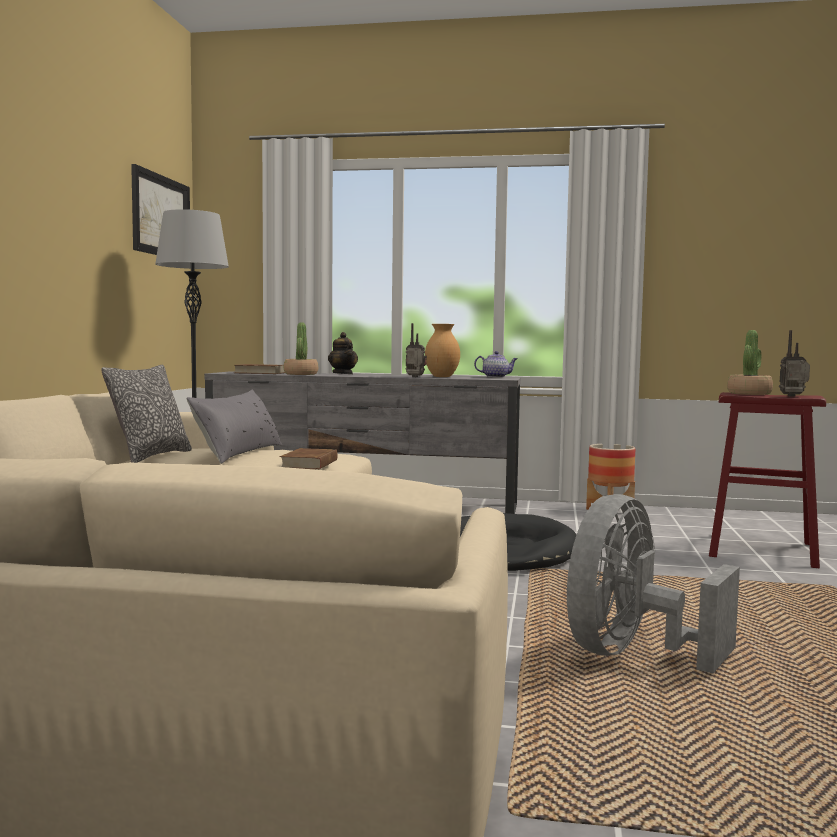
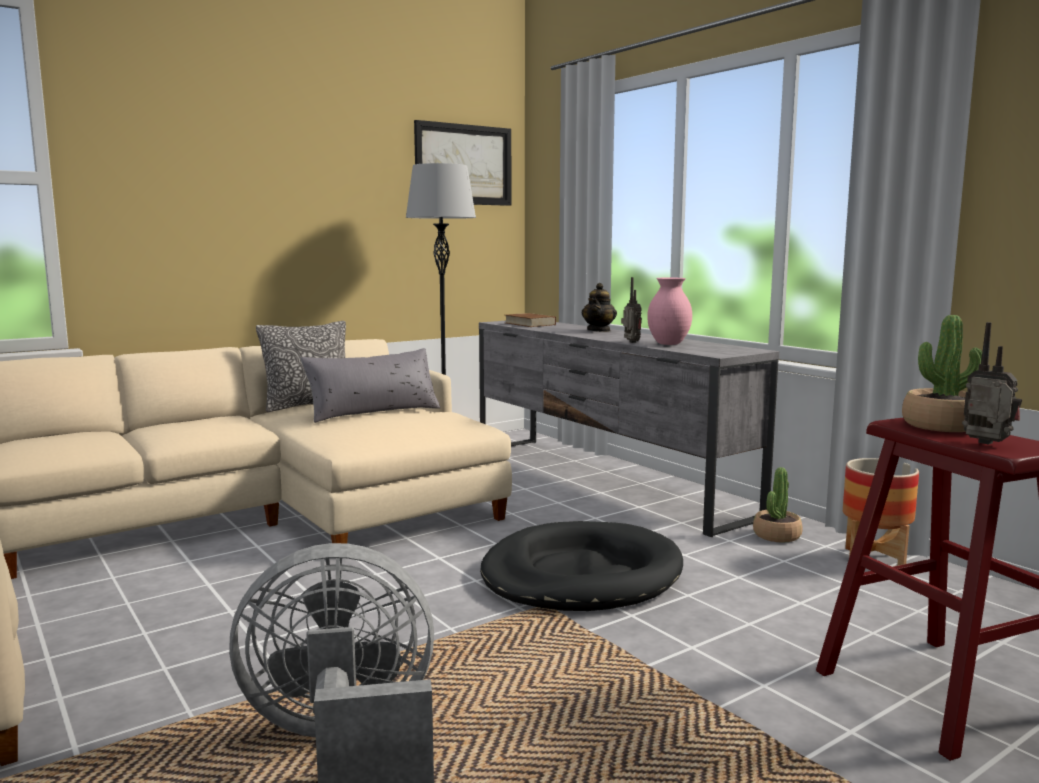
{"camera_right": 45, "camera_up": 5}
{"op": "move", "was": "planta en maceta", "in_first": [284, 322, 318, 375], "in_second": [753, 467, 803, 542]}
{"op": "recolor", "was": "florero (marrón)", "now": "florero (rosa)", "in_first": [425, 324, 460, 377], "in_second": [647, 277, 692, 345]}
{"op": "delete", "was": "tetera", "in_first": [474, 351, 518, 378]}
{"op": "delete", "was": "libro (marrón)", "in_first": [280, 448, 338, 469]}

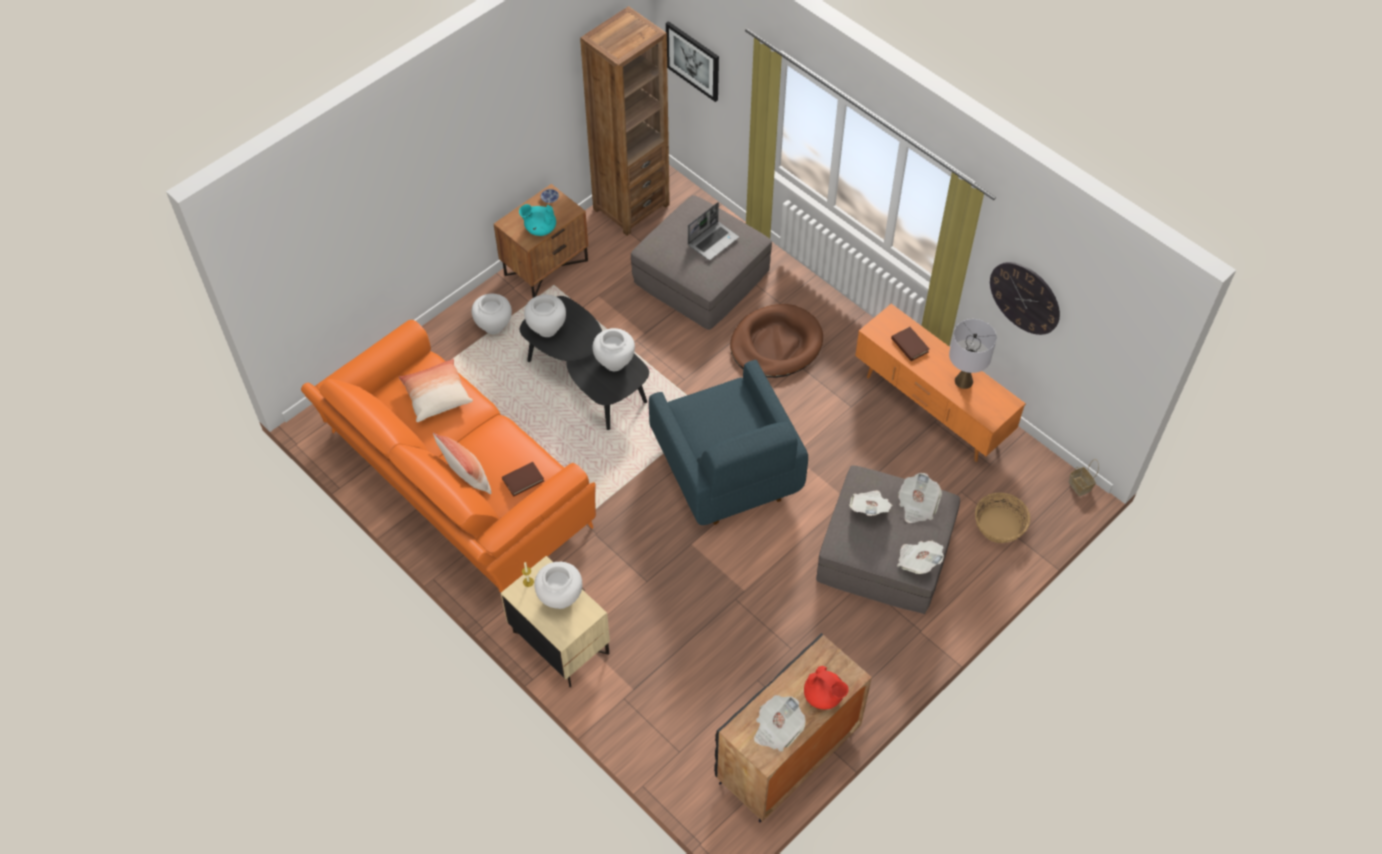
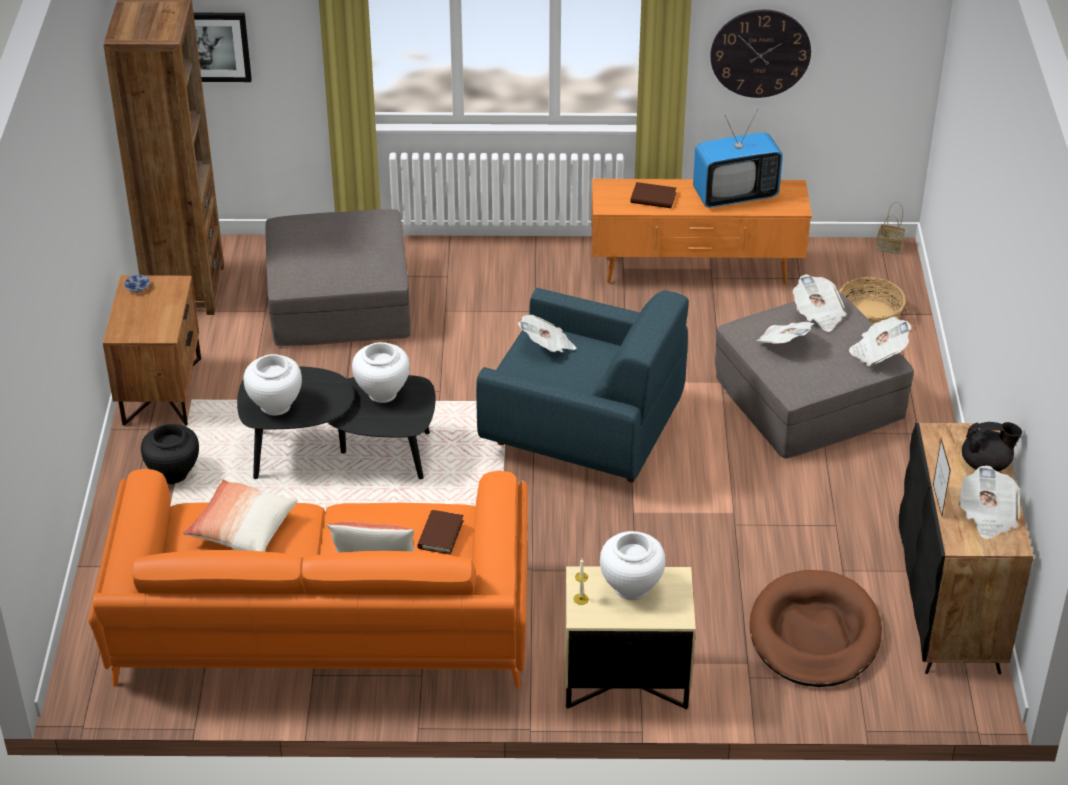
{"camera_right": -45, "camera_up": -15}
{"op": "delete", "was": "portátil", "in_first": [688, 202, 739, 260]}
{"op": "delete", "was": "tetera (turquesa)", "in_first": [519, 204, 556, 236]}
{"op": "recolor", "was": "florero (blanco)", "now": "florero (negro)", "in_first": [471, 294, 512, 334], "in_second": [141, 424, 199, 484]}
{"op": "move", "was": "cama para perro (marrón)", "in_first": [730, 304, 823, 378], "in_second": [750, 570, 882, 687]}
{"op": "replace", "was": "lámpara de mesa (gris)", "now": "televisor", "in_first": [949, 319, 997, 389], "in_second": [693, 110, 783, 208]}
{"op": "recolor", "was": "tetera (rojo)", "now": "tetera (negro)", "in_first": [804, 666, 848, 709], "in_second": [962, 422, 1022, 472]}
{"op": "insert", "now": "periódico", "in_second": [518, 315, 577, 352]}
{"op": "insert", "now": "portarretratos", "in_second": [933, 438, 951, 516]}

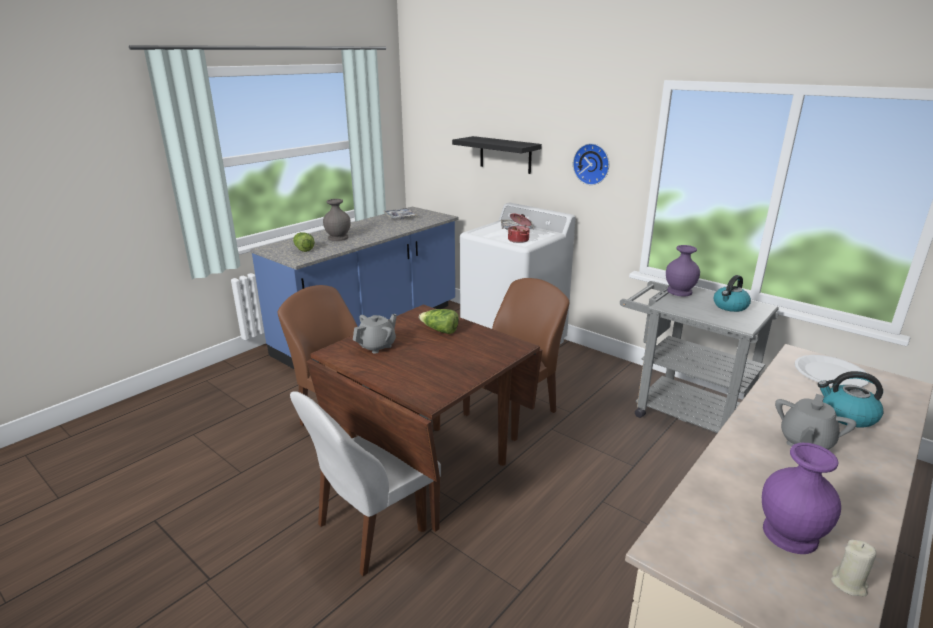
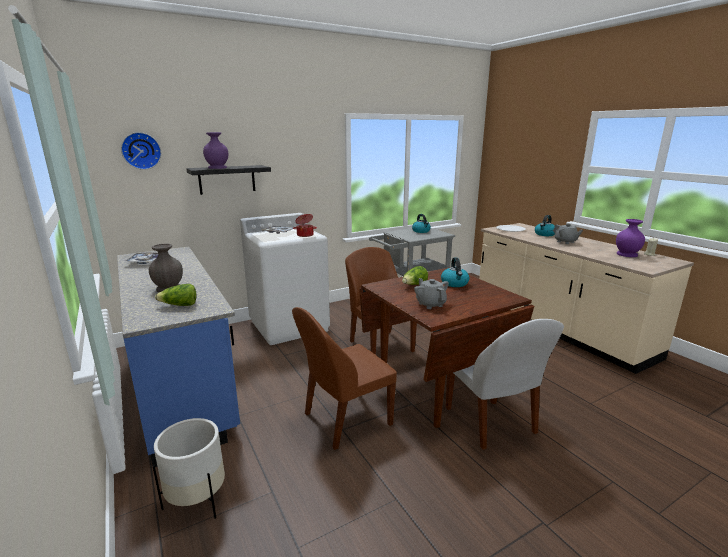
{"camera_right": -70, "camera_up": -5}
{"op": "move", "was": "reloj de pared", "in_first": [573, 143, 609, 185], "in_second": [121, 132, 161, 170]}
{"op": "move", "was": "florero (morado)", "in_first": [666, 245, 700, 296], "in_second": [203, 132, 228, 169]}
{"op": "insert", "now": "hervidor", "in_second": [441, 258, 469, 287]}
{"op": "insert", "now": "maceta (blanco)", "in_second": [153, 418, 225, 519]}

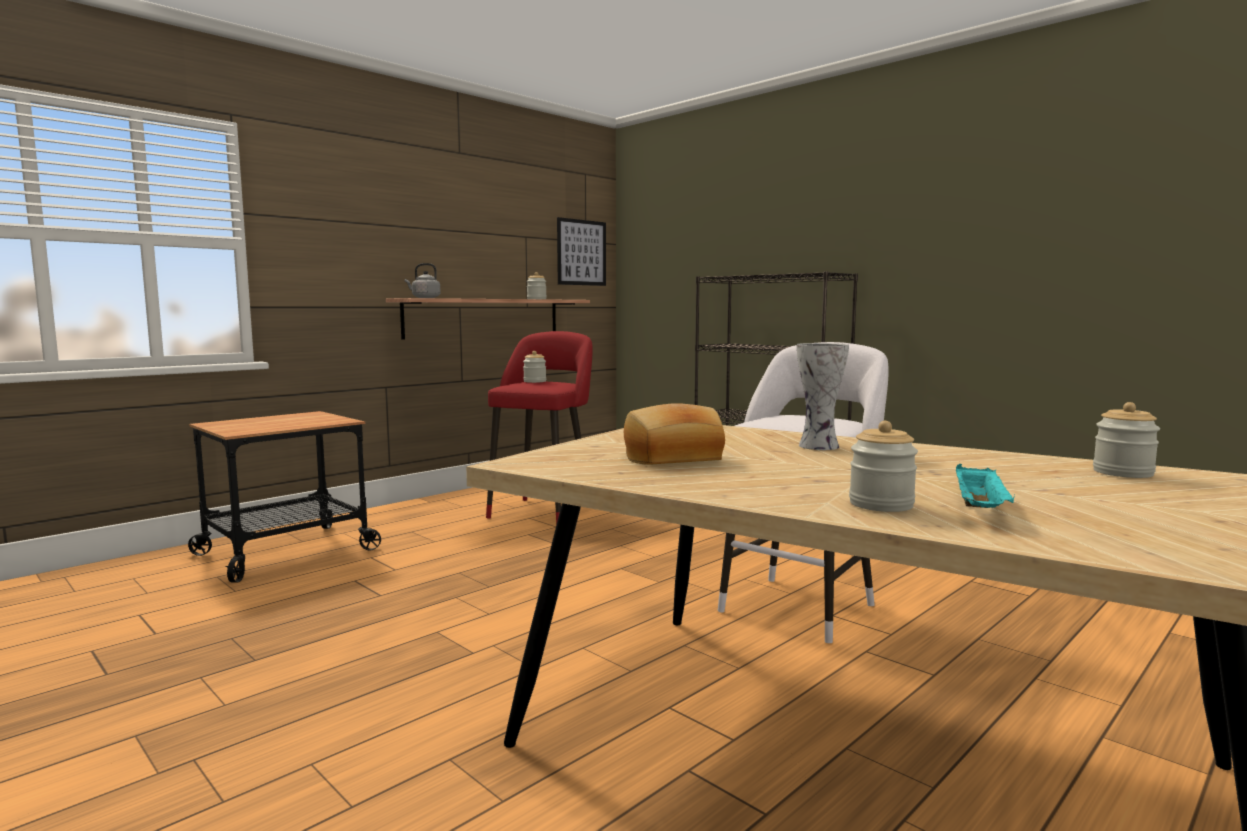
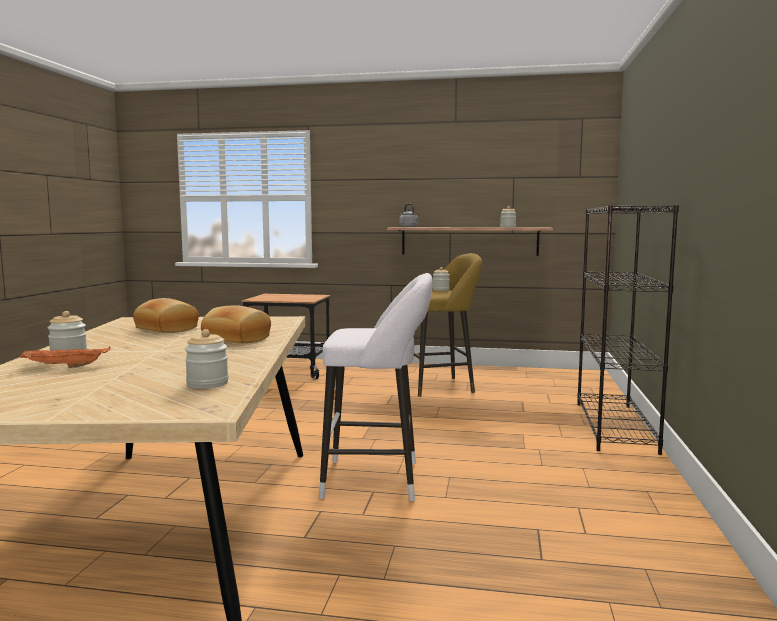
{"camera_right": 55, "camera_up": 0}
{"op": "delete", "was": "cuadro", "in_first": [557, 217, 606, 286]}
{"op": "recolor", "was": "taburete (rojo)", "now": "taburete (amarillo)", "in_first": [486, 331, 593, 525], "in_second": [414, 253, 482, 397]}
{"op": "replace", "was": "florero", "now": "pan", "in_first": [797, 343, 849, 450], "in_second": [201, 305, 271, 343]}
{"op": "recolor", "was": "bandeja (turquesa)", "now": "bandeja (naranja)", "in_first": [956, 464, 1015, 508], "in_second": [20, 346, 111, 368]}

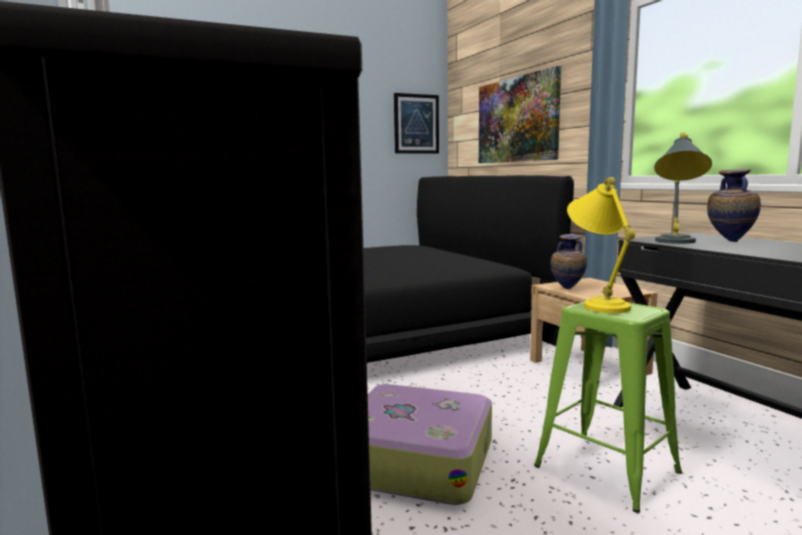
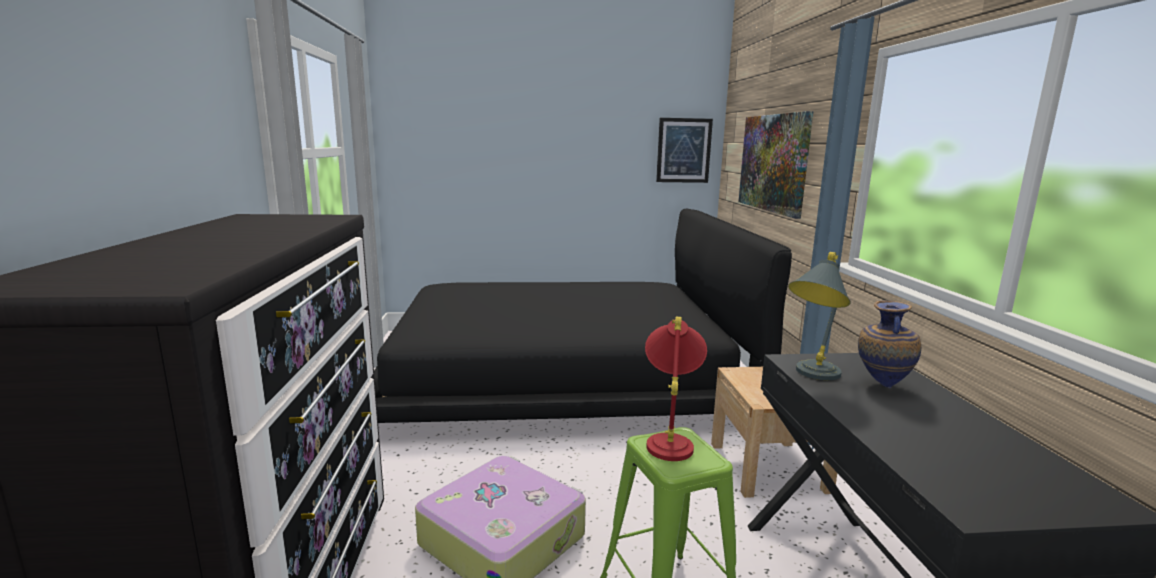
{"camera_right": 20, "camera_up": 5}
{"op": "recolor", "was": "lámpara de mesa (amarillo)", "now": "lámpara de mesa (rojo)", "in_first": [567, 177, 635, 313], "in_second": [645, 317, 707, 461]}
{"op": "delete", "was": "florero", "in_first": [551, 234, 587, 289]}

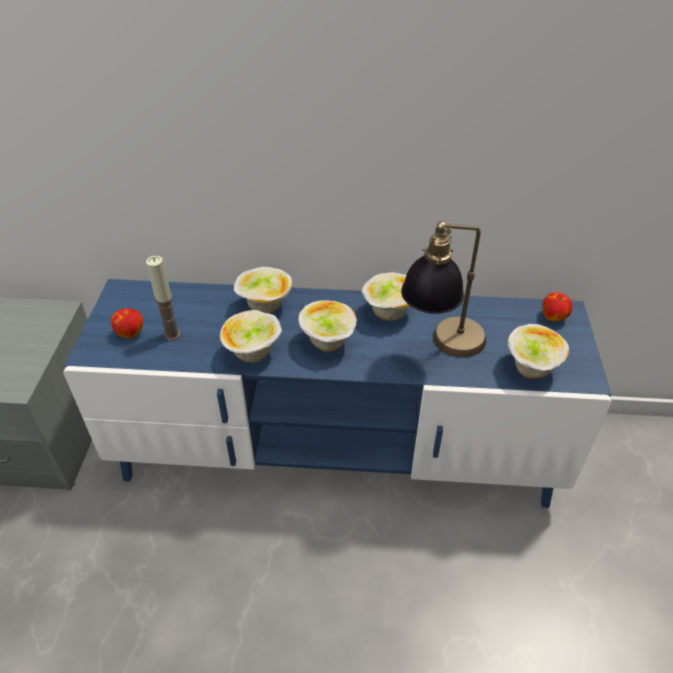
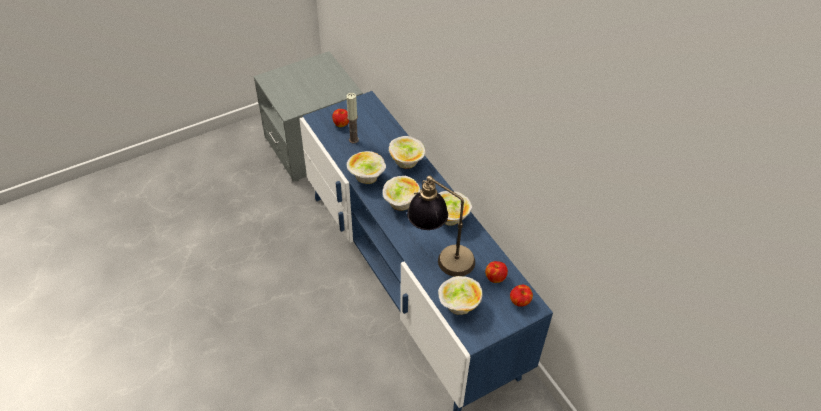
{"camera_right": 55, "camera_up": 5}
{"op": "insert", "now": "manzana", "in_second": [485, 261, 508, 283]}

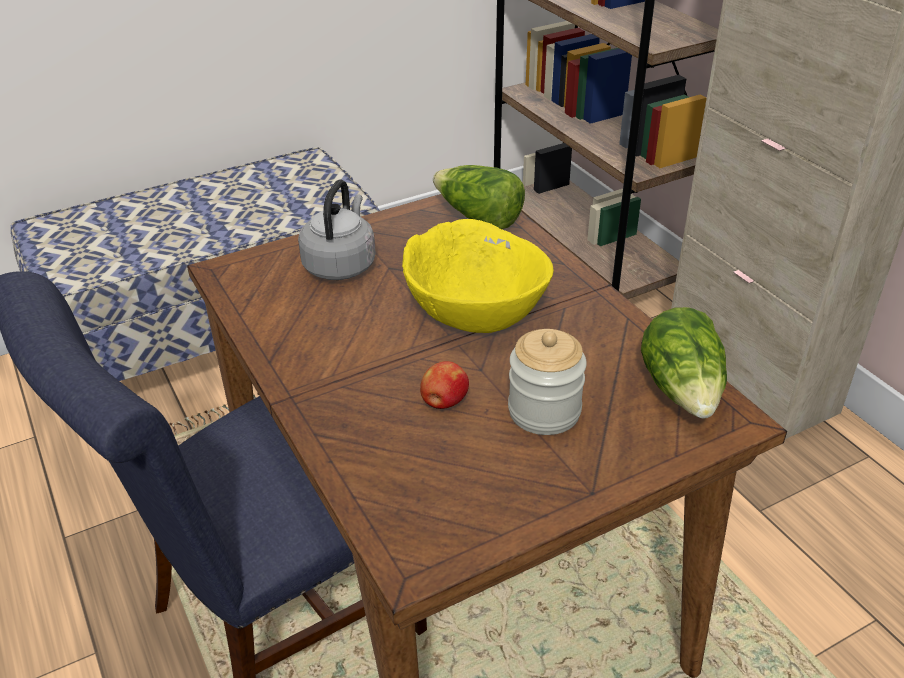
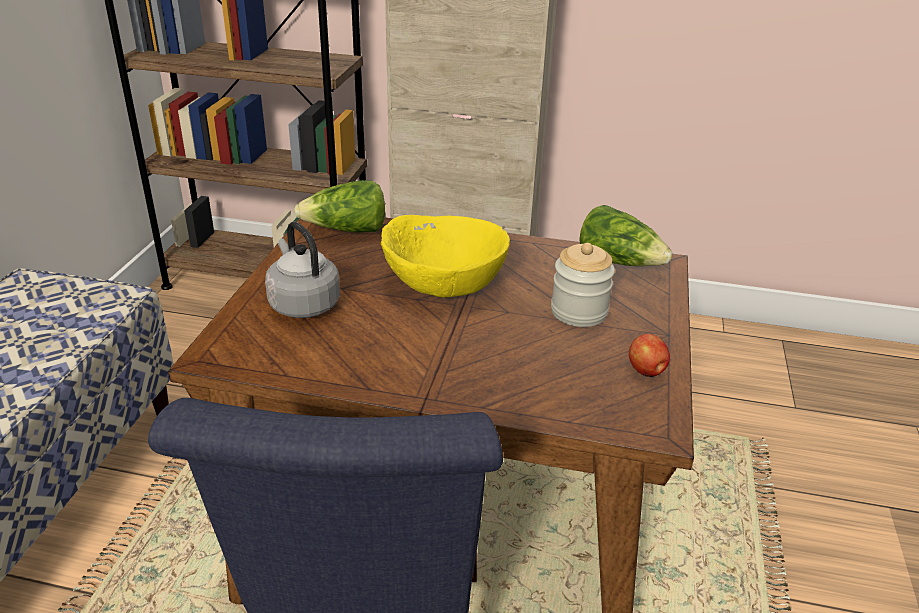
{"camera_right": -50, "camera_up": -5}
{"op": "move", "was": "manzana", "in_first": [420, 361, 469, 409], "in_second": [629, 334, 670, 377]}

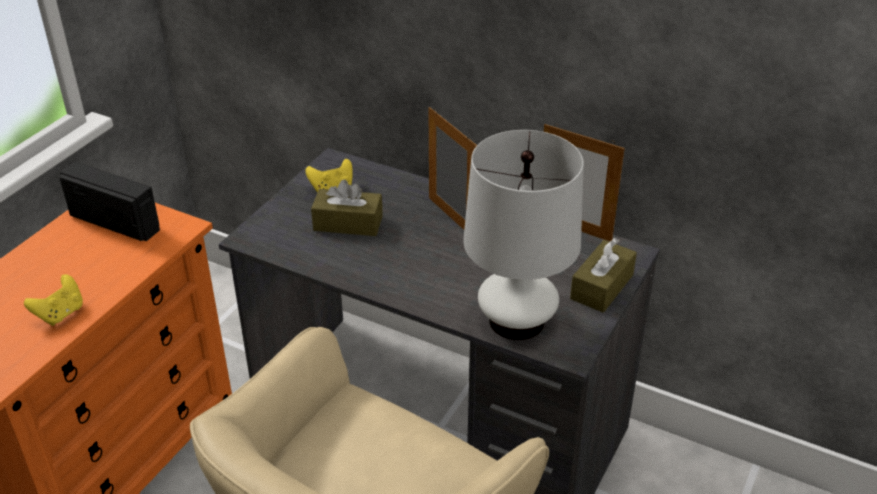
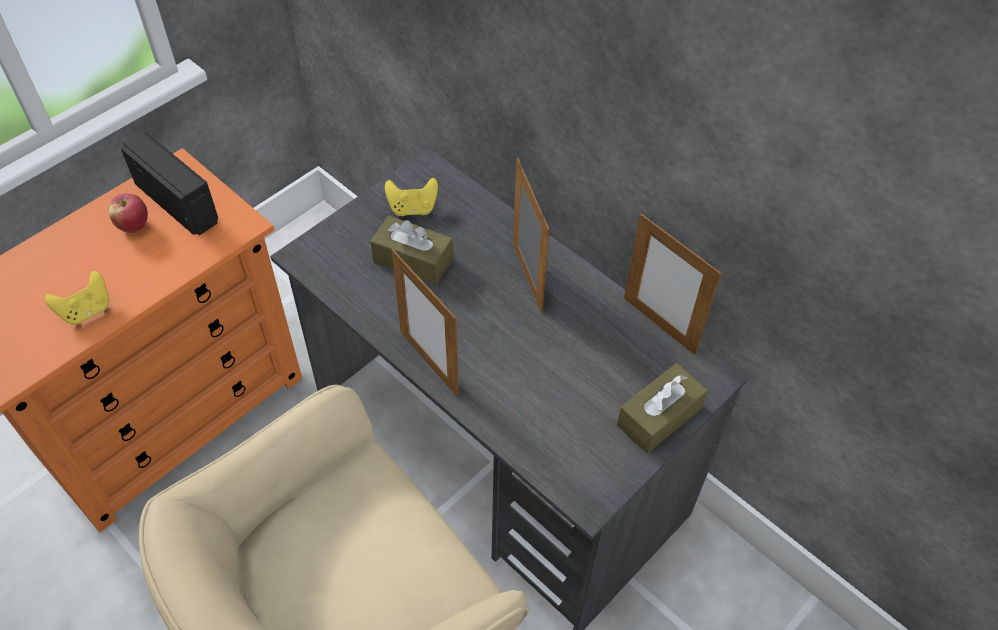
{"camera_right": 15, "camera_up": 15}
{"op": "delete", "was": "lámpara de mesa (blanco)", "in_first": [463, 130, 584, 340]}
{"op": "insert", "now": "manzana", "in_second": [109, 194, 148, 233]}
{"op": "insert", "now": "portarretratos", "in_second": [392, 249, 459, 398]}

